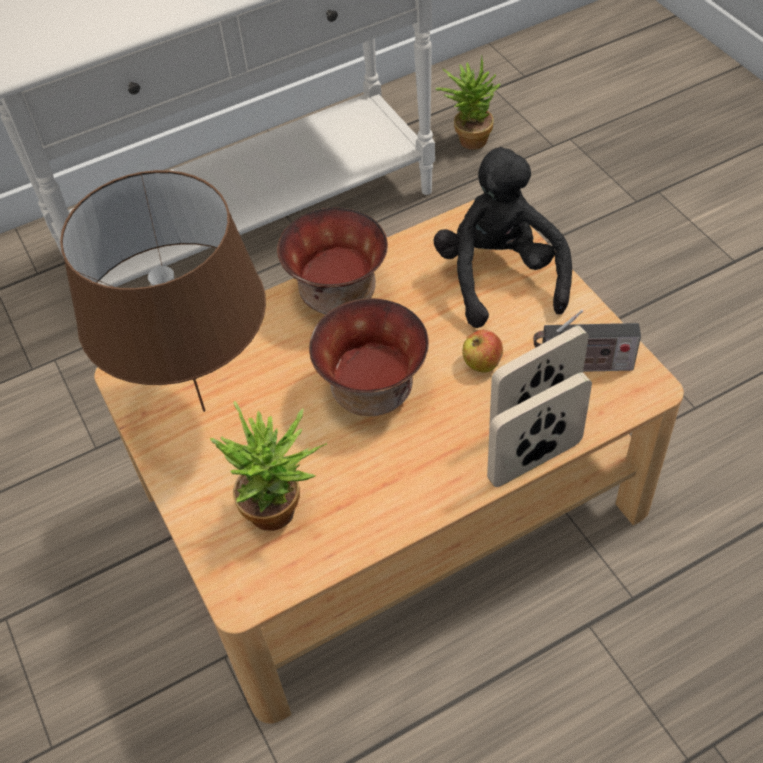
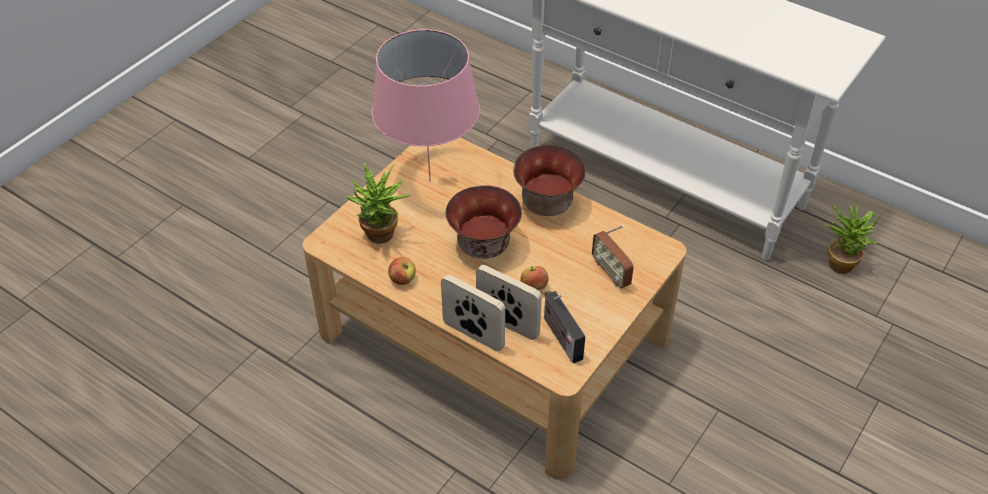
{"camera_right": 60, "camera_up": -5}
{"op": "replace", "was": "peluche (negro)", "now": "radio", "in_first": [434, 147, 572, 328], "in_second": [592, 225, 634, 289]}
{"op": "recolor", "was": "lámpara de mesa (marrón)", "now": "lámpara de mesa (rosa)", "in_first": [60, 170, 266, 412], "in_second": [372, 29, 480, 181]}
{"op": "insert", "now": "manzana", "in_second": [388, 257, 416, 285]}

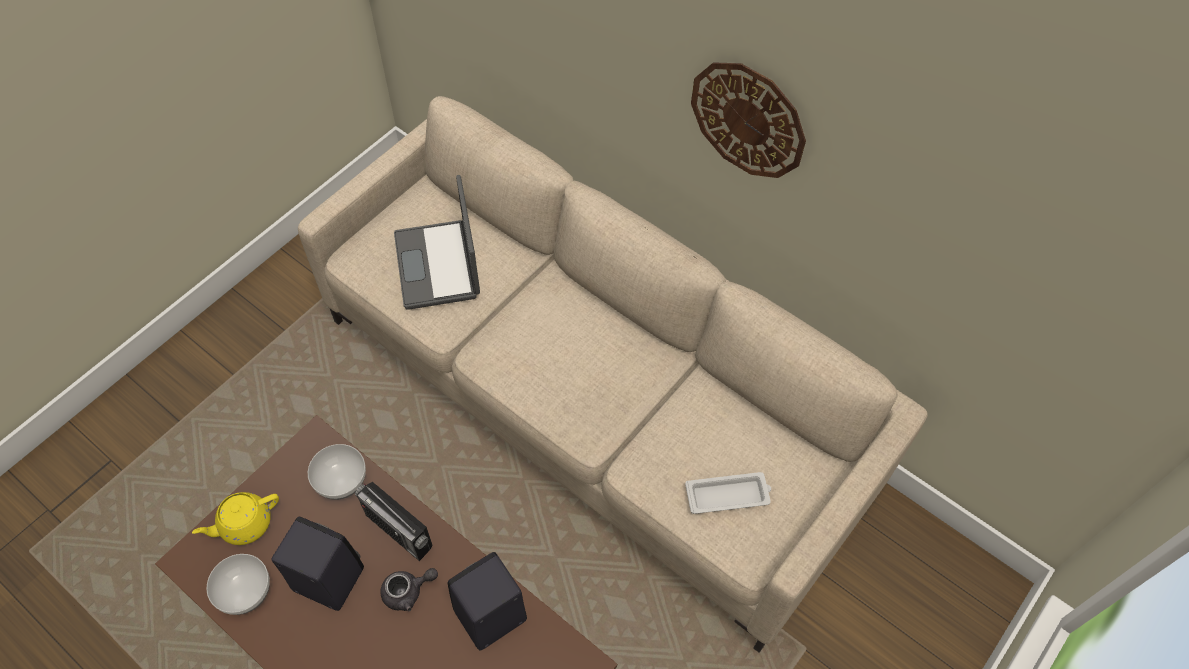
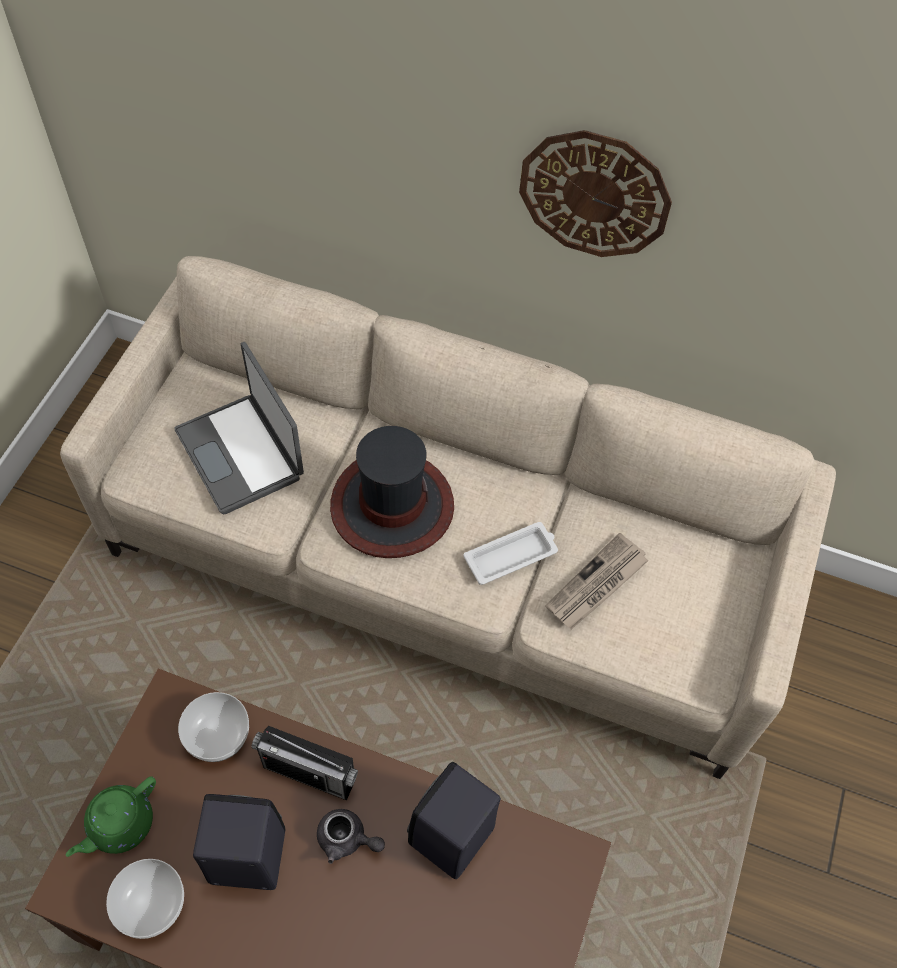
{"camera_right": -20, "camera_up": 0}
{"op": "move", "was": "bandeja (blanco)", "in_first": [685, 472, 771, 514], "in_second": [464, 522, 558, 585]}
{"op": "recolor", "was": "tetera (amarillo)", "now": "tetera (verde)", "in_first": [192, 492, 279, 545], "in_second": [66, 776, 156, 857]}
{"op": "rotate", "was": "tetera (gris)", "in_first": [380, 568, 438, 611], "in_second": [317, 809, 385, 864], "clockwise": 60}
{"op": "insert", "now": "sombrero", "in_second": [330, 426, 454, 558]}
{"op": "insert", "now": "periódico", "in_second": [545, 533, 648, 629]}

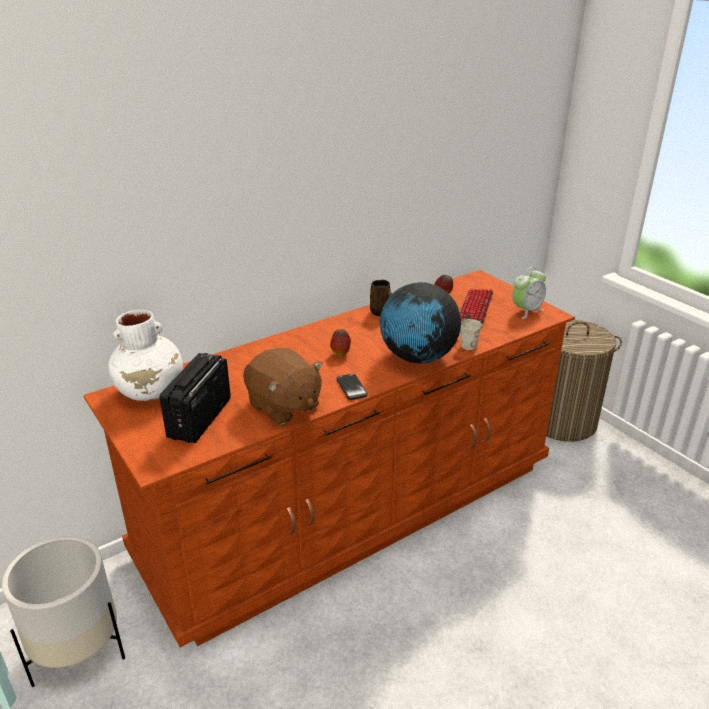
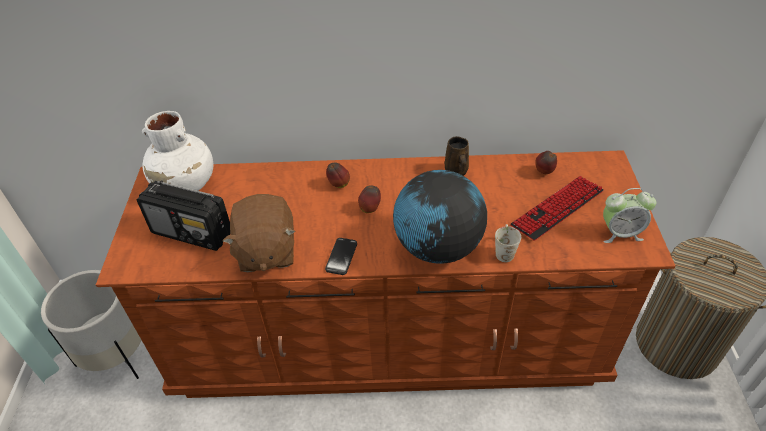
{"camera_right": 35, "camera_up": 15}
{"op": "rotate", "was": "radio", "in_first": [160, 353, 231, 443], "in_second": [136, 180, 230, 251], "clockwise": -120}
{"op": "insert", "now": "manzana", "in_second": [326, 163, 350, 188]}

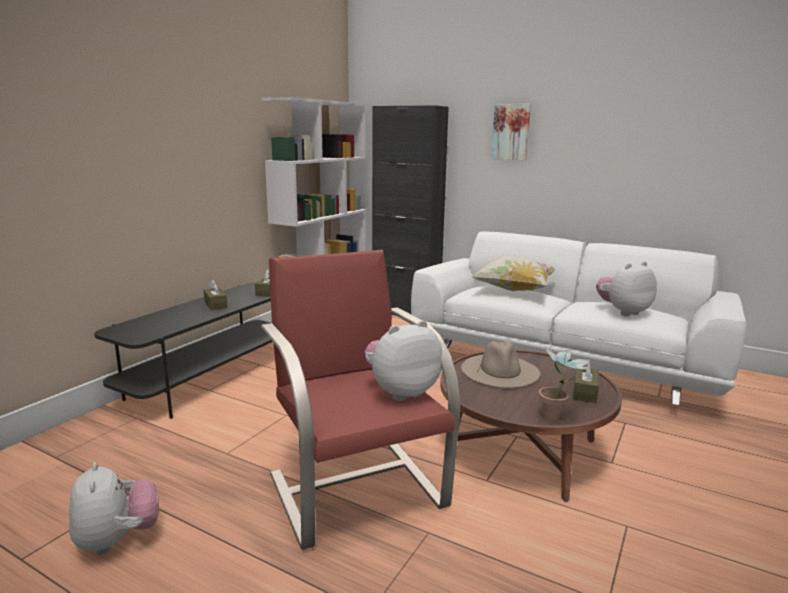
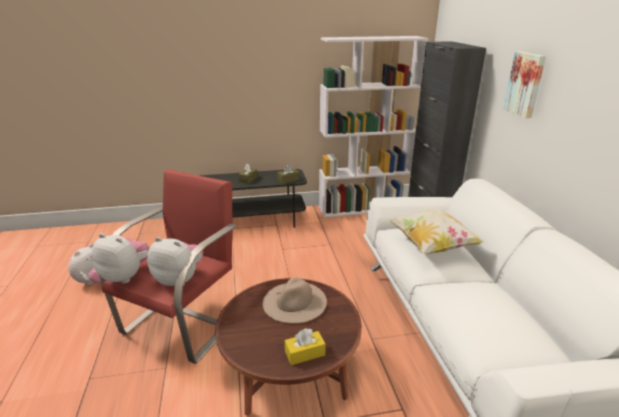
{"camera_right": 50, "camera_up": 10}
{"op": "move", "was": "peluche", "in_first": [596, 261, 657, 316], "in_second": [92, 233, 149, 283]}
{"op": "delete", "was": "planta en maceta", "in_first": [539, 347, 591, 420]}
{"op": "recolor", "was": "caja de pañuelos (marrón)", "now": "caja de pañuelos (amarillo)", "in_first": [573, 359, 599, 403], "in_second": [285, 328, 326, 365]}

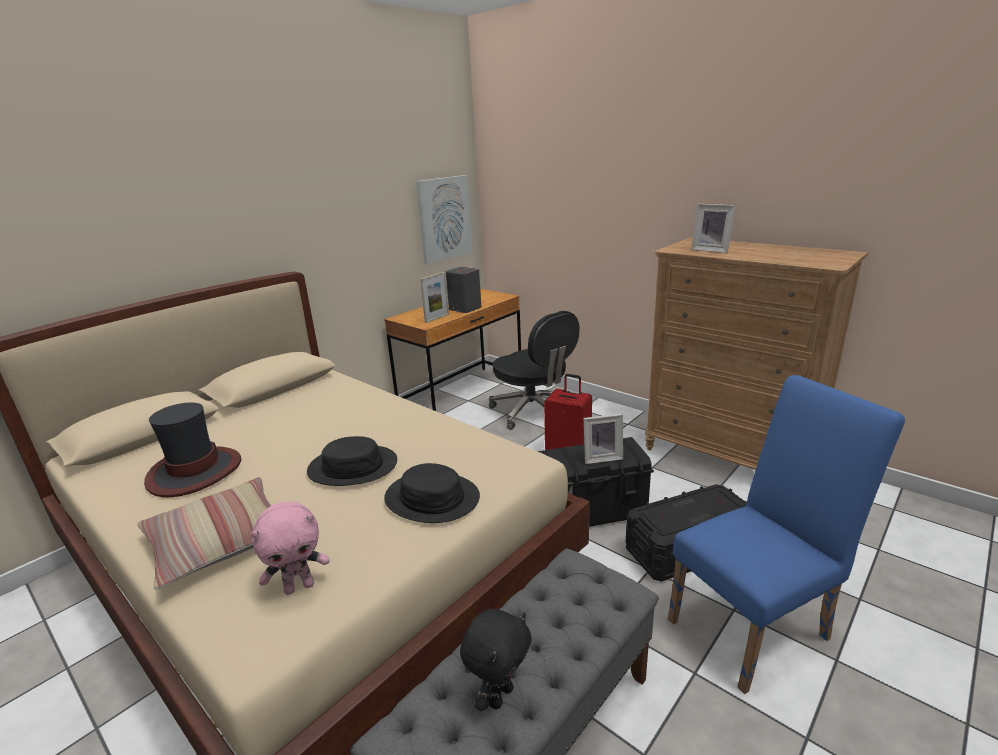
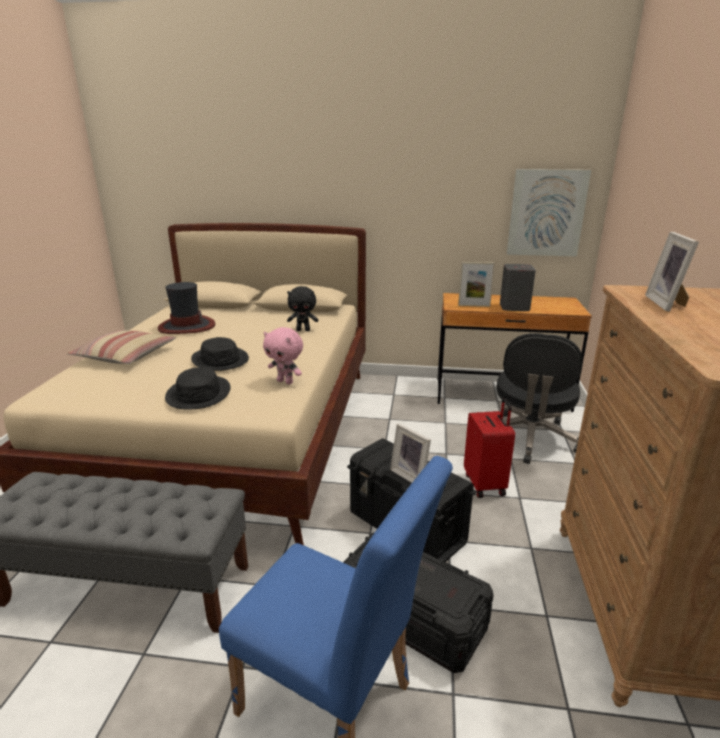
{"camera_right": 55, "camera_up": 0}
{"op": "move", "was": "peluche (rosa)", "in_first": [251, 502, 330, 595], "in_second": [263, 327, 303, 385]}
{"op": "move", "was": "peluche (negro)", "in_first": [460, 609, 532, 711], "in_second": [287, 286, 318, 331]}

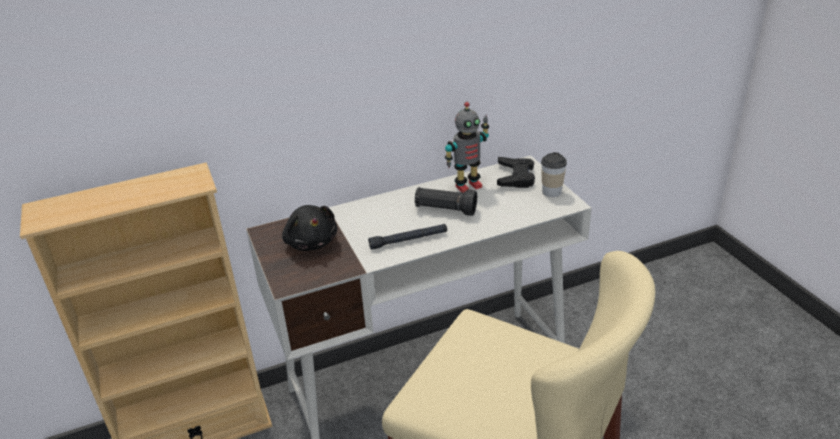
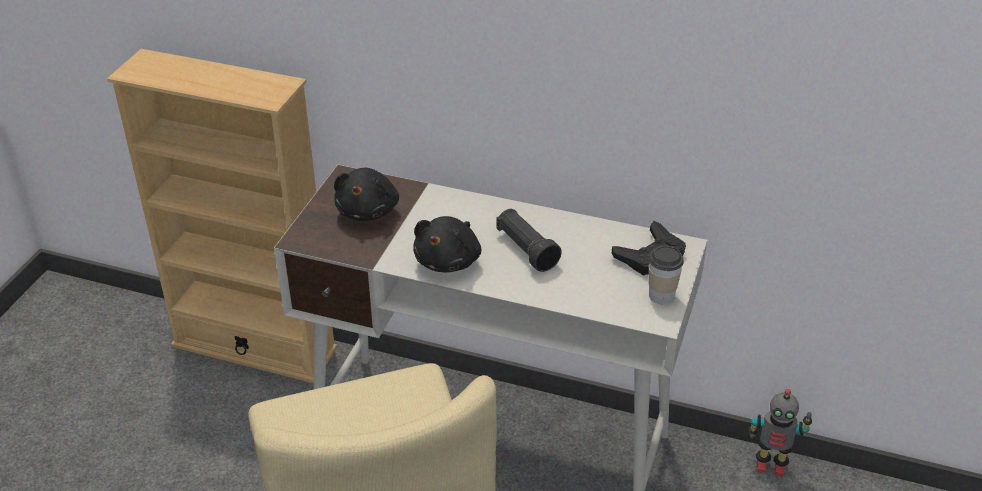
{"camera_right": 40, "camera_up": 5}
{"op": "move", "was": "robot de juguete", "in_first": [445, 102, 489, 193], "in_second": [749, 389, 812, 477]}
{"op": "replace", "was": "linterna (negro)", "now": "peluche (negro)", "in_first": [368, 224, 447, 250], "in_second": [413, 216, 481, 273]}

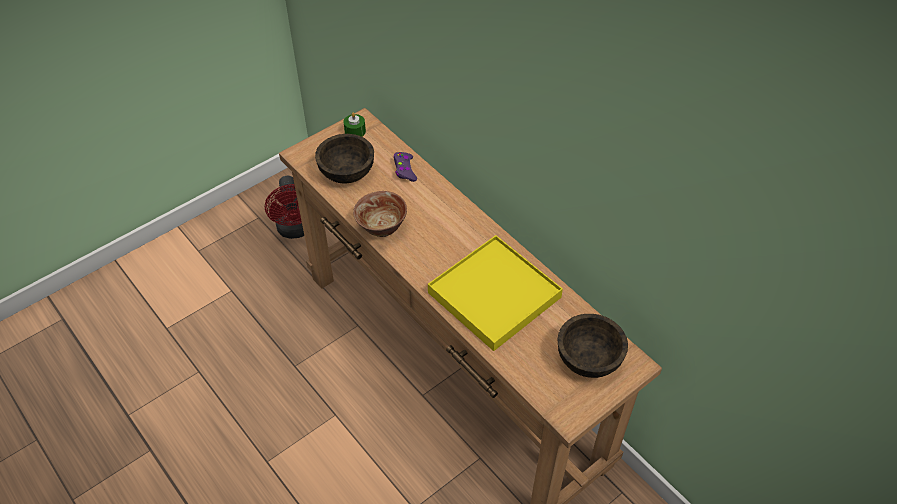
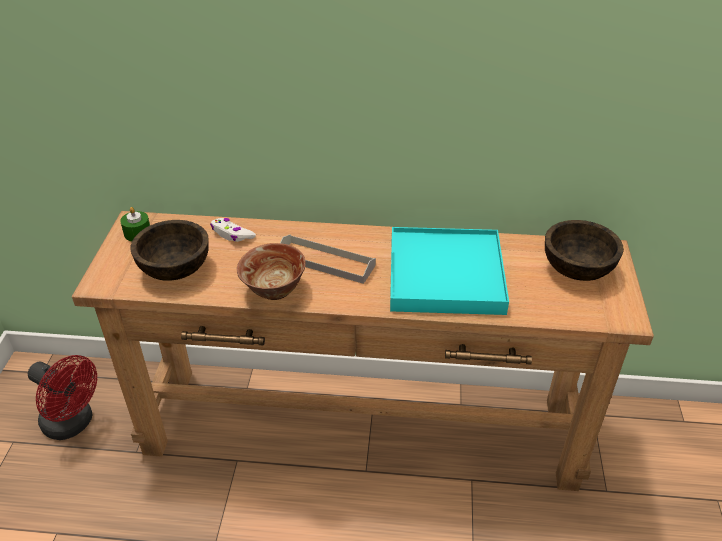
{"camera_right": -45, "camera_up": -10}
{"op": "recolor", "was": "mando de consola (morado)", "now": "mando de consola (blanco)", "in_first": [394, 152, 417, 182], "in_second": [210, 218, 256, 242]}
{"op": "recolor", "was": "bandeja (amarillo)", "now": "bandeja (turquesa)", "in_first": [428, 235, 563, 351], "in_second": [390, 227, 509, 315]}
{"op": "insert", "now": "bandeja (gris)", "in_second": [280, 234, 376, 284]}

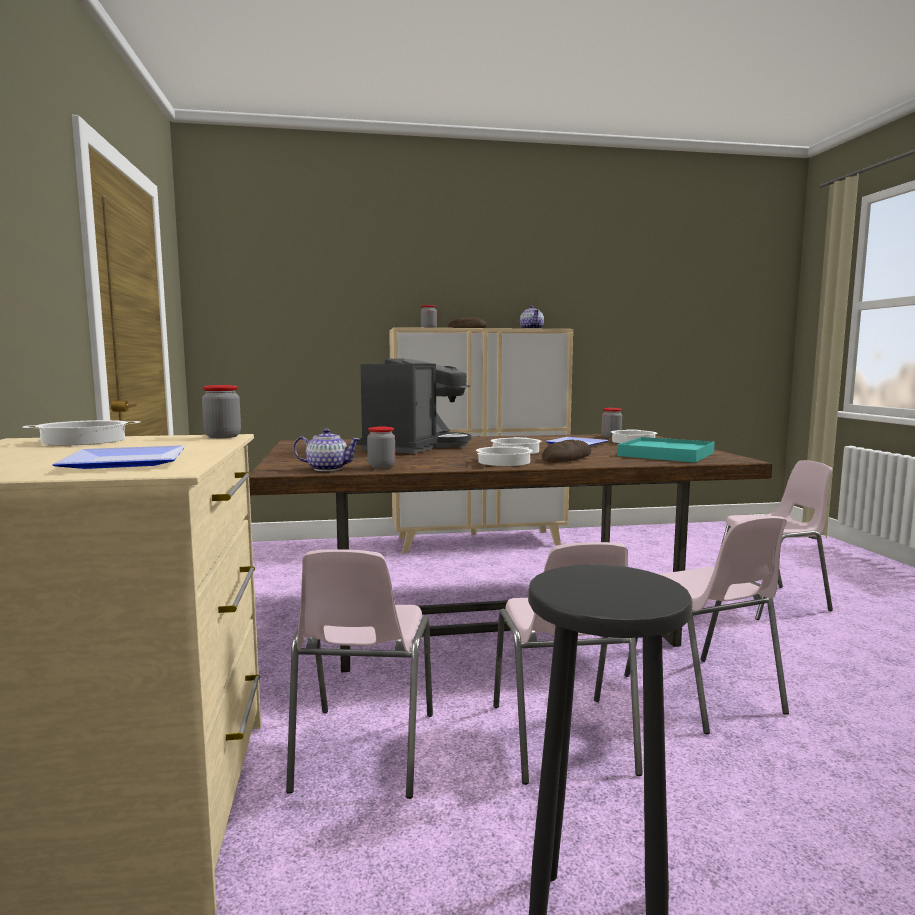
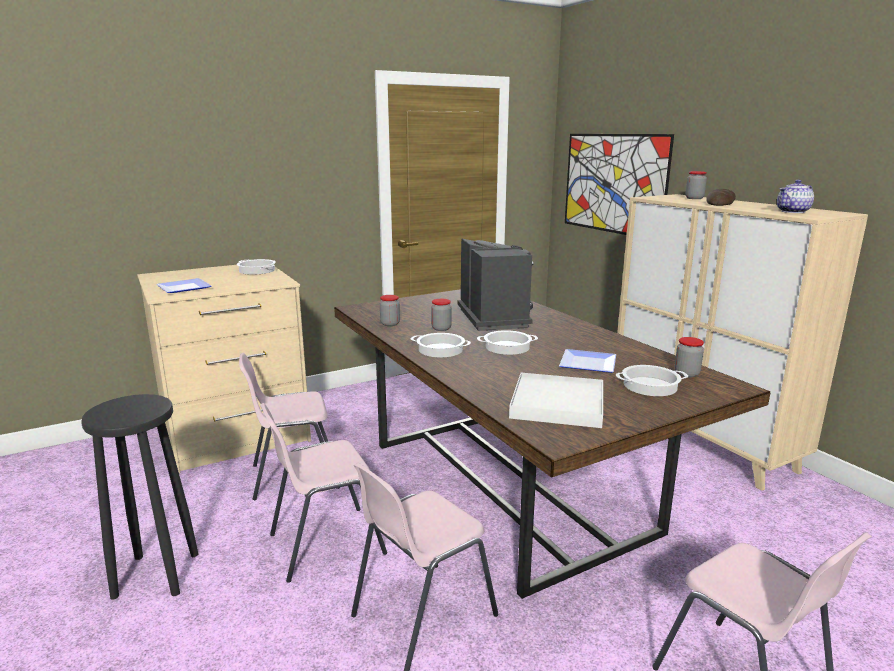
{"camera_right": 70, "camera_up": 10}
{"op": "rotate", "was": "cafetera", "in_first": [356, 359, 471, 454], "in_second": [458, 238, 534, 331], "clockwise": -105}
{"op": "move", "was": "tarro", "in_first": [202, 385, 241, 438], "in_second": [431, 299, 452, 331]}
{"op": "delete", "was": "tetera", "in_first": [293, 429, 361, 471]}
{"op": "recolor", "was": "bandeja (turquesa)", "now": "bandeja (blanco)", "in_first": [617, 437, 715, 463], "in_second": [509, 373, 603, 428]}
{"op": "delete", "was": "pan", "in_first": [542, 440, 591, 463]}
{"op": "insert", "now": "cuadro", "in_second": [565, 134, 674, 235]}

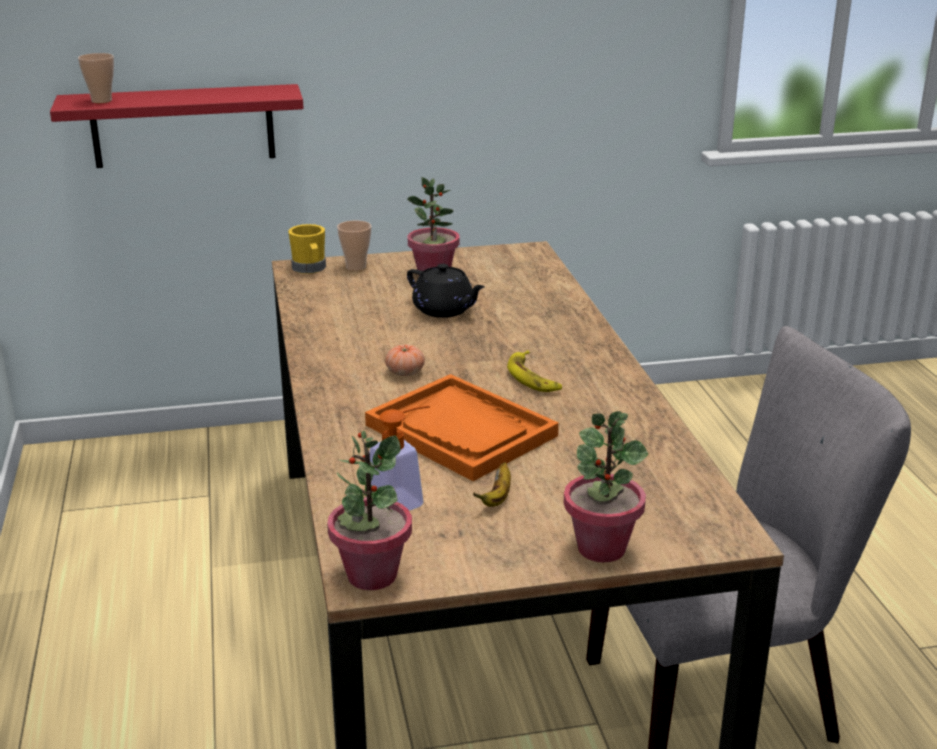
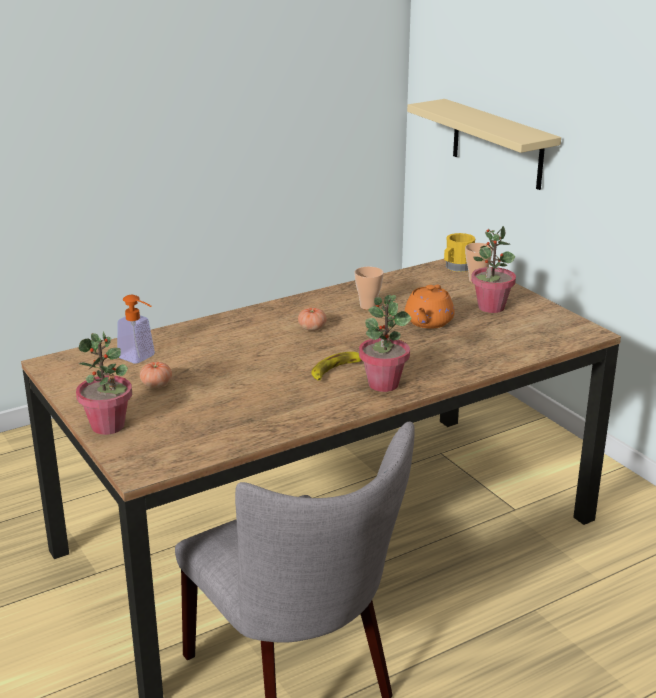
{"camera_right": 70, "camera_up": 0}
{"op": "move", "was": "taza", "in_first": [78, 53, 114, 103], "in_second": [354, 267, 384, 310]}
{"op": "recolor", "was": "estante (rojo)", "now": "estante (beis)", "in_first": [50, 84, 304, 168], "in_second": [407, 99, 561, 190]}
{"op": "recolor", "was": "tetera (negro)", "now": "tetera (naranja)", "in_first": [407, 264, 485, 318], "in_second": [405, 284, 455, 329]}
{"op": "delete", "was": "bandeja (naranja)", "in_first": [365, 374, 559, 481]}
{"op": "move", "was": "planta en maceta", "in_first": [327, 431, 412, 590], "in_second": [359, 295, 412, 392]}
{"op": "replace", "was": "plátano", "now": "tomate", "in_first": [473, 462, 511, 507], "in_second": [140, 362, 172, 388]}

